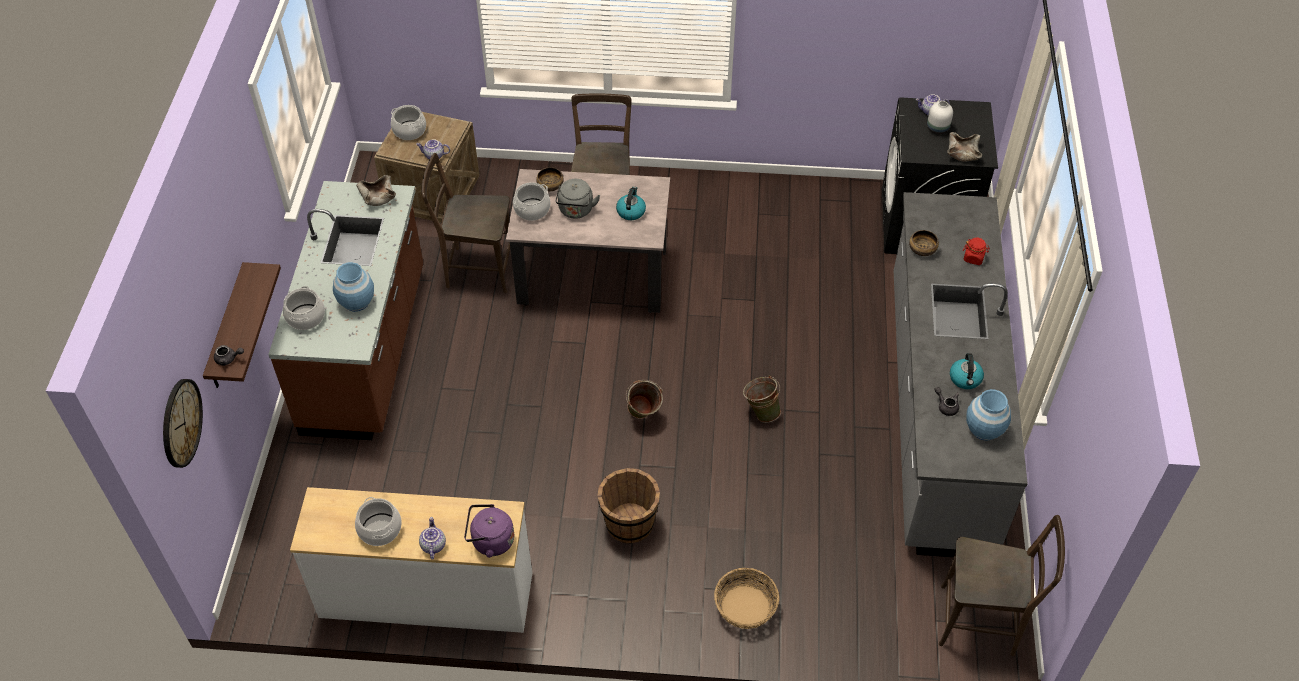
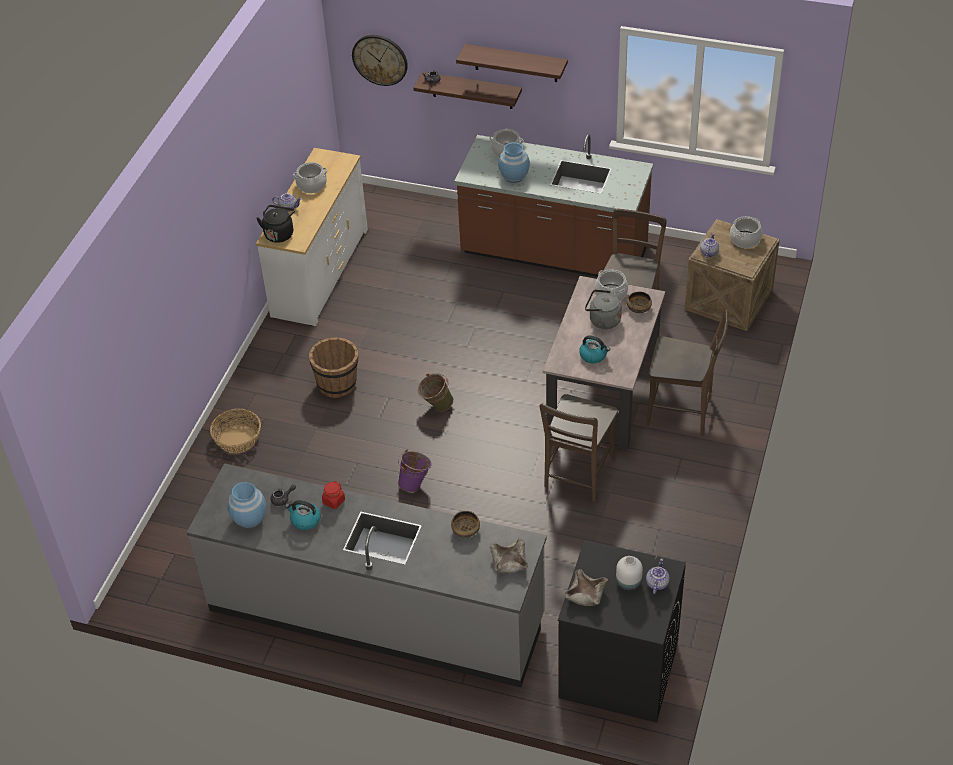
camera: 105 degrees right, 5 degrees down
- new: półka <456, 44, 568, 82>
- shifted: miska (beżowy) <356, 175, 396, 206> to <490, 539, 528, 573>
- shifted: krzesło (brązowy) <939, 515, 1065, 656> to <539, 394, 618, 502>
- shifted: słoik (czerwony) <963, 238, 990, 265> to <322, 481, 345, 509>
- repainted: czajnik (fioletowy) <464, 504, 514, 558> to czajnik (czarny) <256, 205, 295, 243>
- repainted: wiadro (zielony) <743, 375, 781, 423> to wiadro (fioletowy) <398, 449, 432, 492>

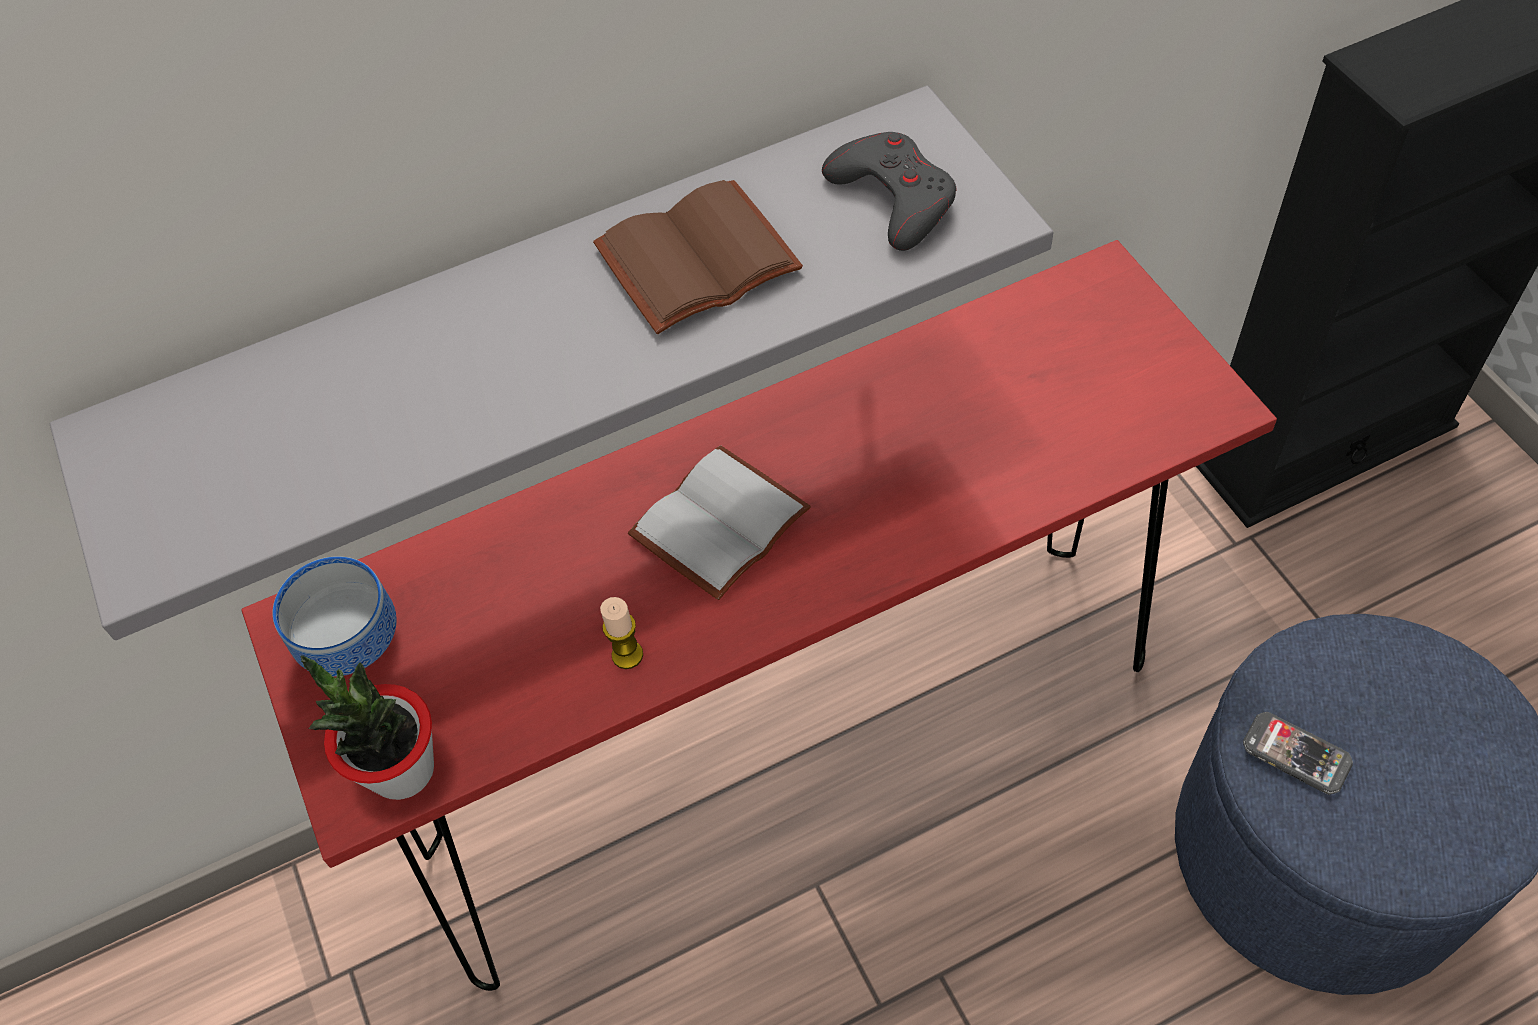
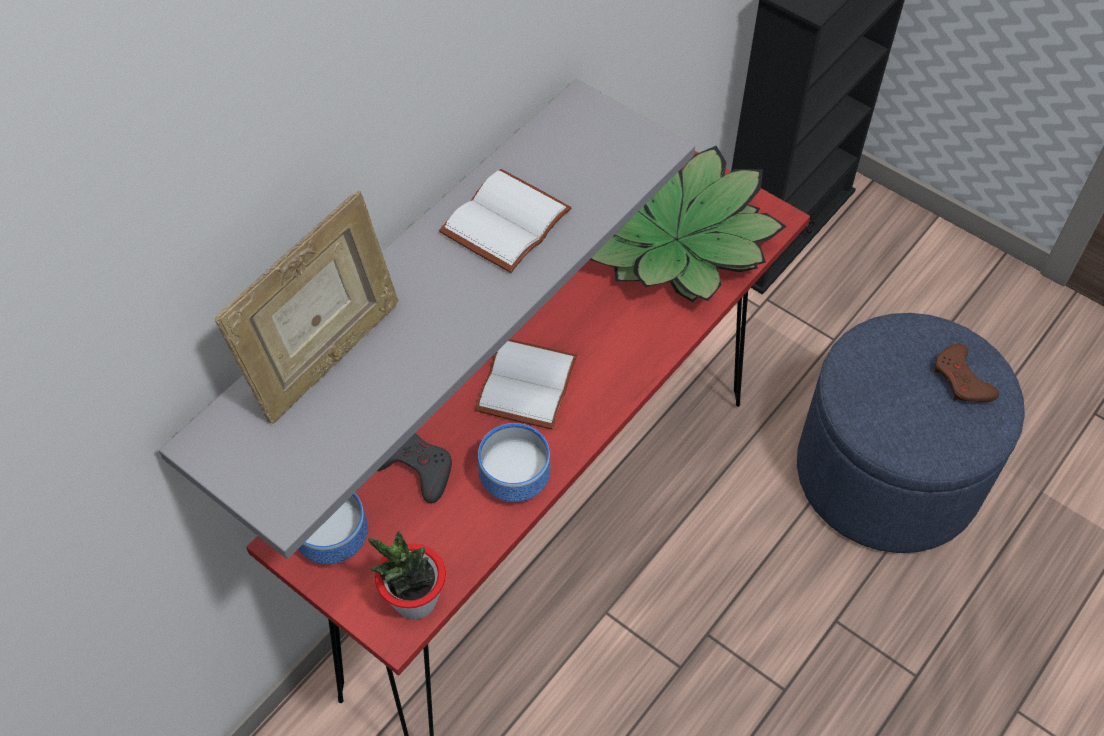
camera: 30 degrees left, 0 degrees up
- gone: telefon <1243, 712, 1353, 795>
- new: ramka na zdjęcie <215, 190, 398, 424>
- new: roślina doniczkowa <590, 146, 787, 302>
- new: pad do gier (brązowy) <934, 344, 999, 402>
- shifted: pad do gier (szary) <822, 132, 957, 251> to <377, 433, 452, 503>
- swapped: świeca <600, 597, 643, 669> to miska <478, 423, 551, 502>
- repainted: książka (brązowy) <593, 180, 803, 334> to książka (biały) <439, 169, 571, 273>

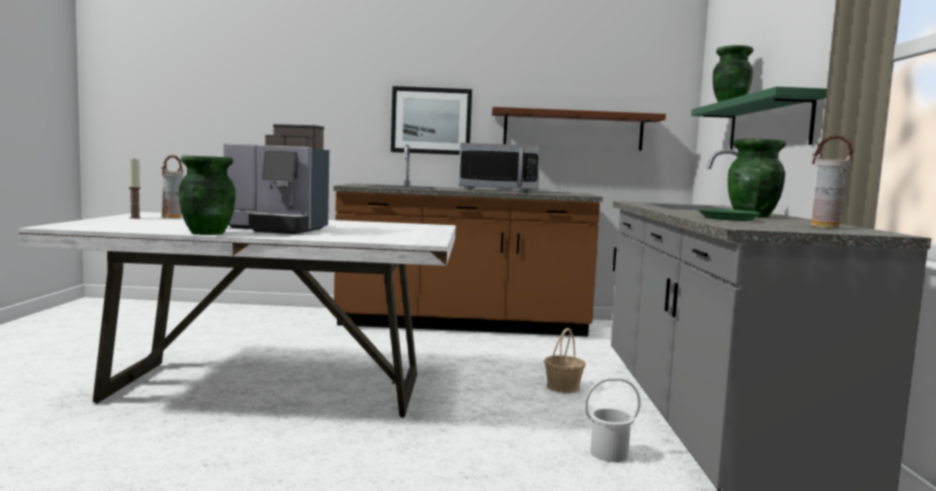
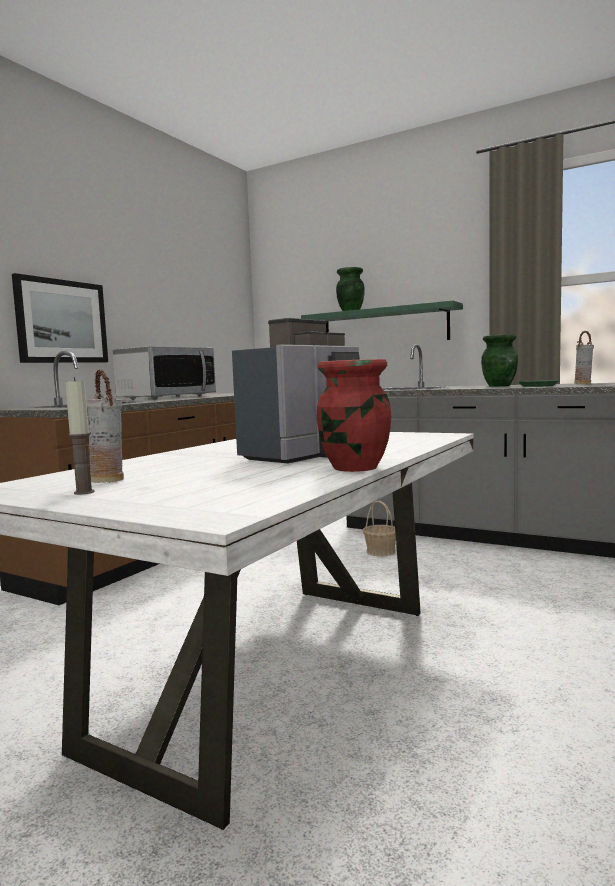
camera: 60 degrees left, 0 degrees up
- gone: półka (brązowy) <492, 107, 666, 151>
- gone: wiadro (biały) <585, 378, 640, 462>
- repainted: wazon (zielony) <179, 155, 236, 235> to wazon (czerwony) <317, 359, 391, 472>

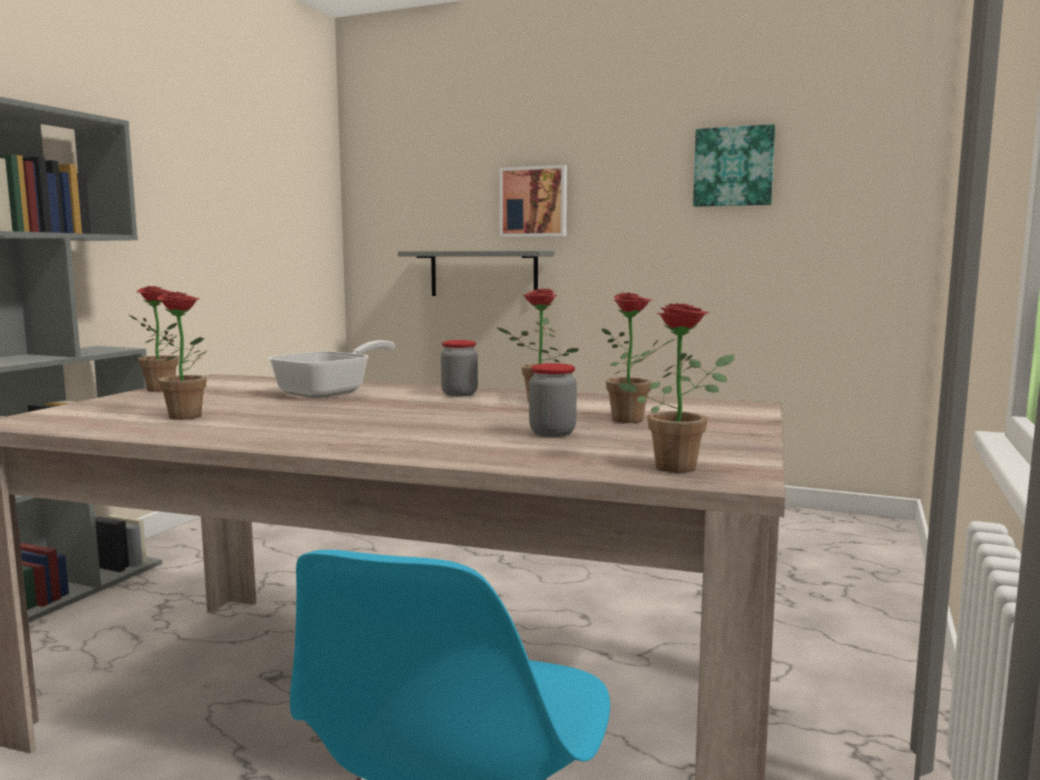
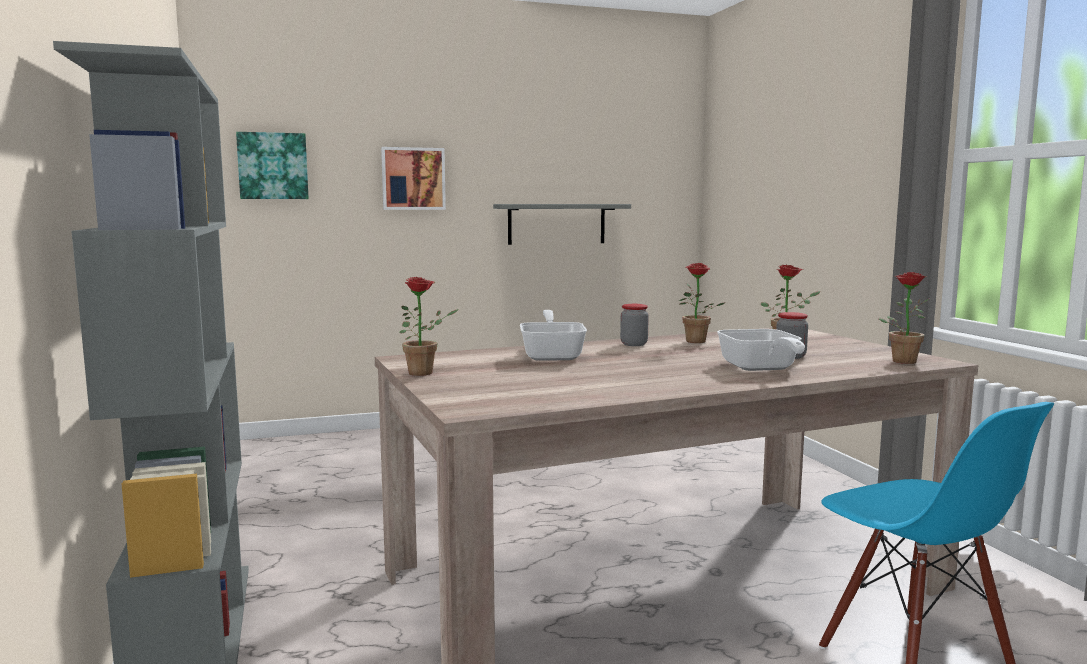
camera: 40 degrees left, 0 degrees up
- gone: roślina doniczkowa <149, 292, 208, 420>
- new: patelnia <717, 329, 805, 371>
- shifted: półka (szary) <398, 251, 554, 296> to <493, 204, 631, 245>
- shifted: obraz <693, 124, 775, 207> to <236, 132, 309, 199>

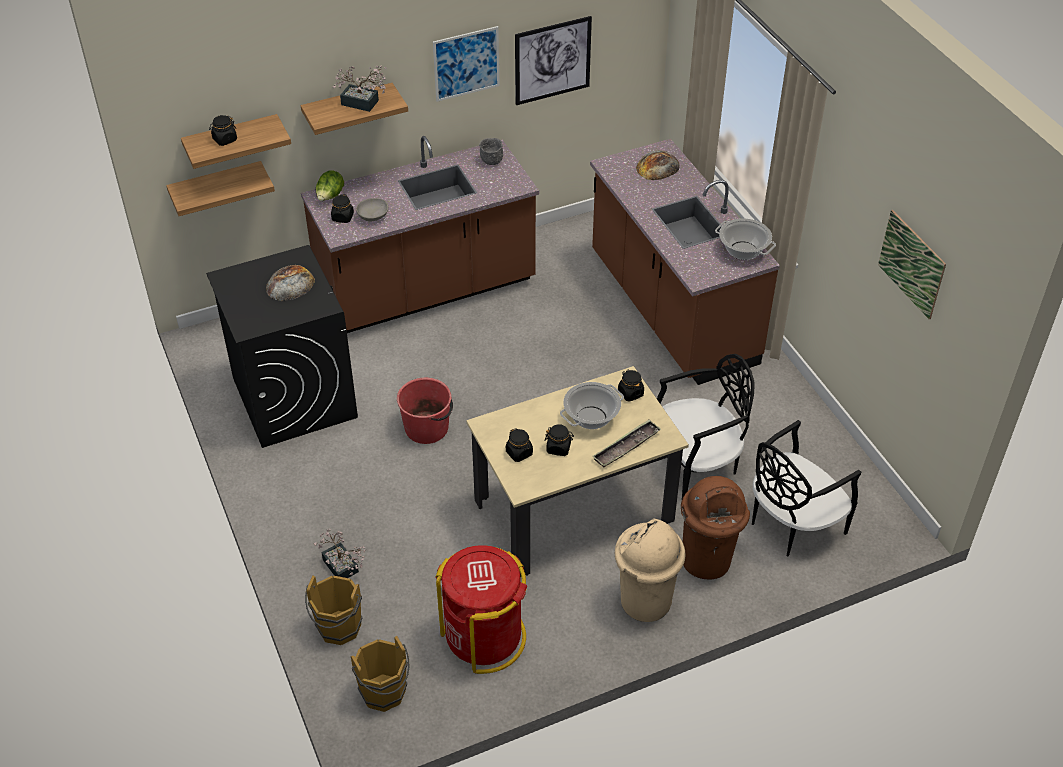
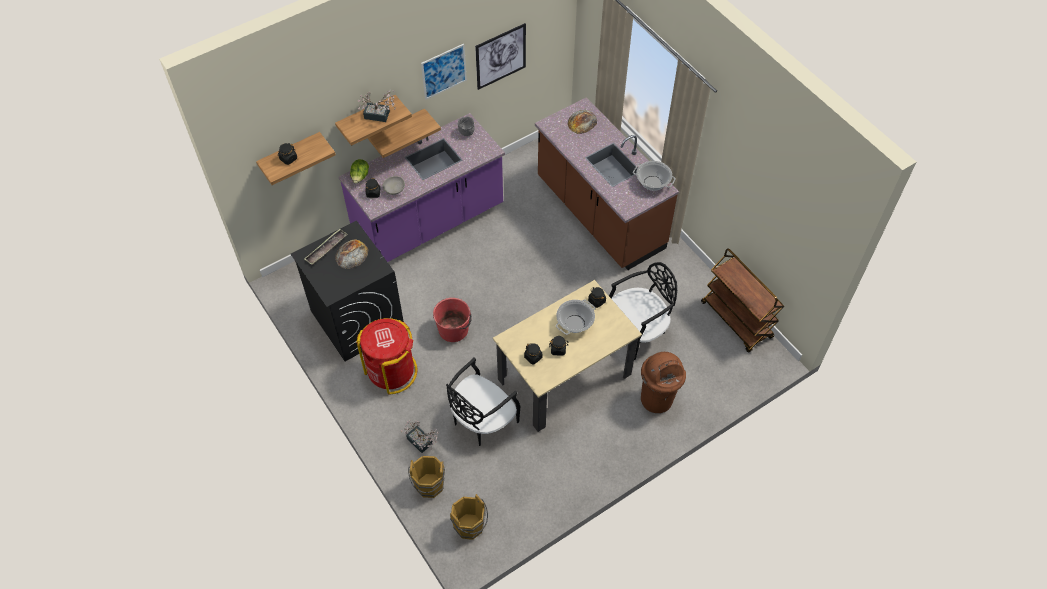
camera: 10 degrees left, 10 degrees up
- gone: kosz na śmieci (beżowy) <615, 519, 685, 622>
- gone: obraz <878, 210, 946, 319>
- new: wózek (brązowy) <701, 248, 784, 352>
- shifted: półka <166, 161, 275, 216> to <368, 109, 441, 158>
- shifted: kosz na śmieci (czerwony) <435, 545, 527, 674> to <356, 318, 417, 394>
- shifted: taca <592, 420, 661, 468> to <304, 229, 348, 265>
- shifted: krzesło (czarny) <752, 420, 861, 556> to <446, 357, 520, 446>
- repainted: zabudowa kuchenna (brązowy) <301, 136, 539, 333> to zabudowa kuchenna (fioletowy) <339, 113, 505, 262>

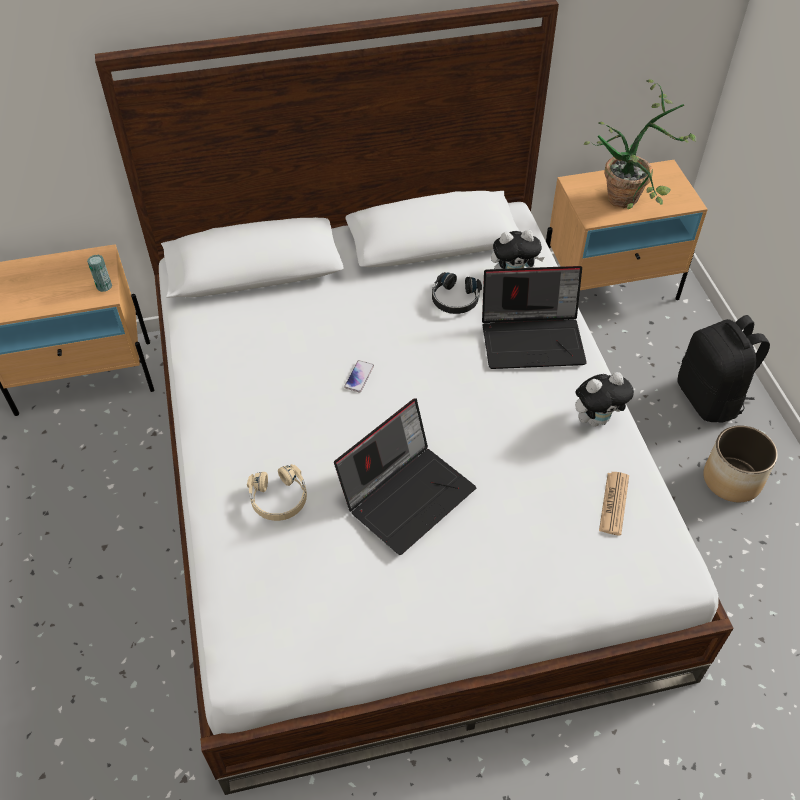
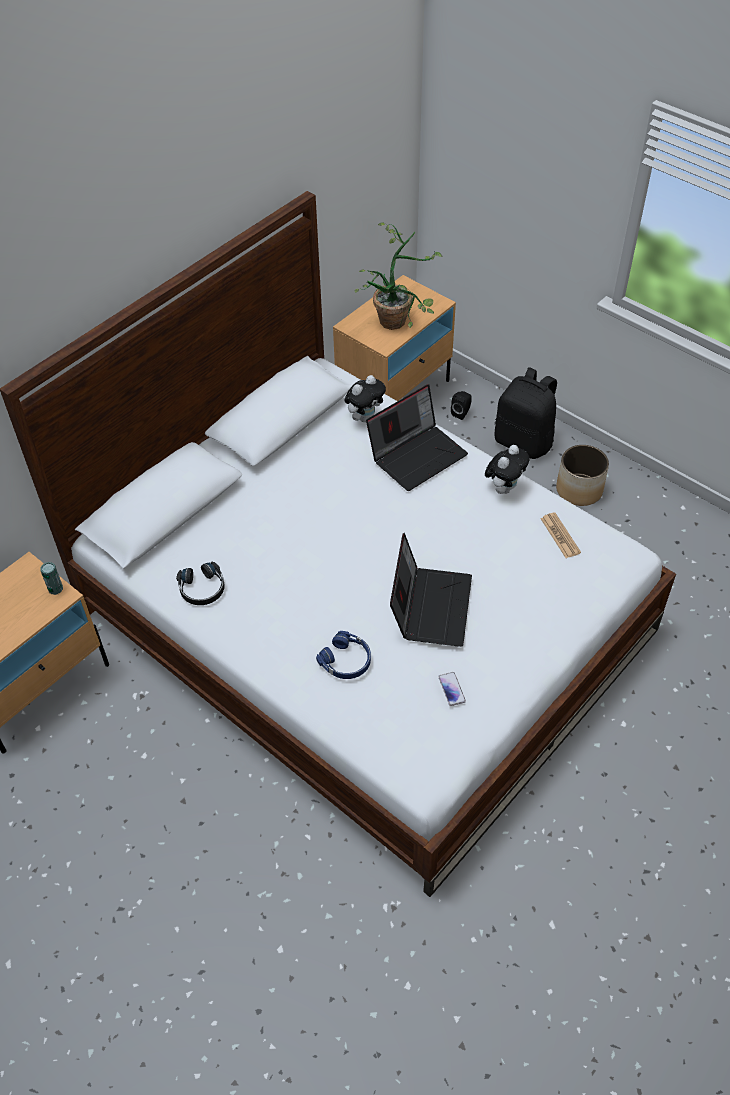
camera: 35 degrees left, 0 degrees up
- new: głośnik (czarny) <451, 391, 472, 420>
- shifted: telefon <344, 360, 374, 392> to <438, 672, 466, 706>
- shifted: słuchawki (czarny) <432, 272, 482, 314> to <176, 562, 225, 605>
- repainted: słuchawki (beżowy) <247, 464, 307, 521> to słuchawki (niebieski) <316, 631, 371, 679>

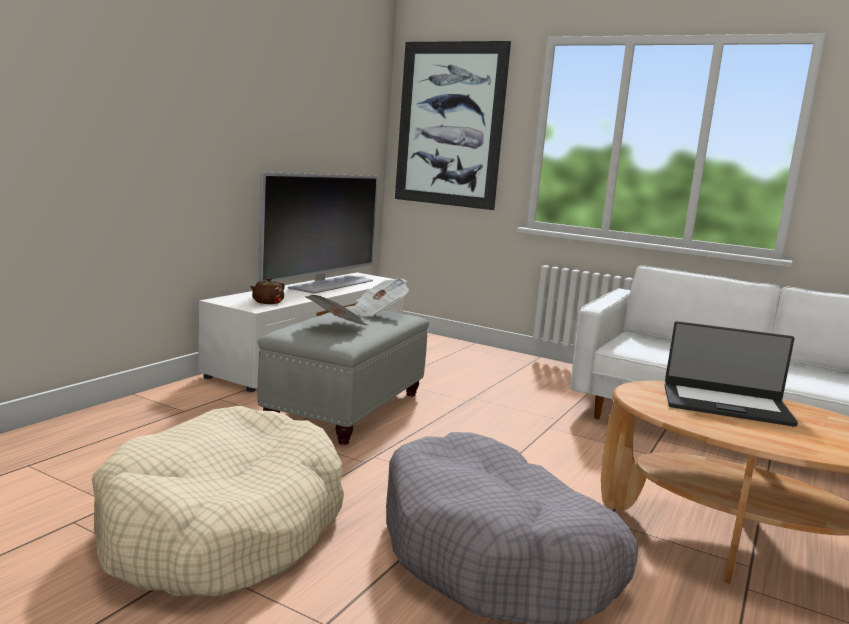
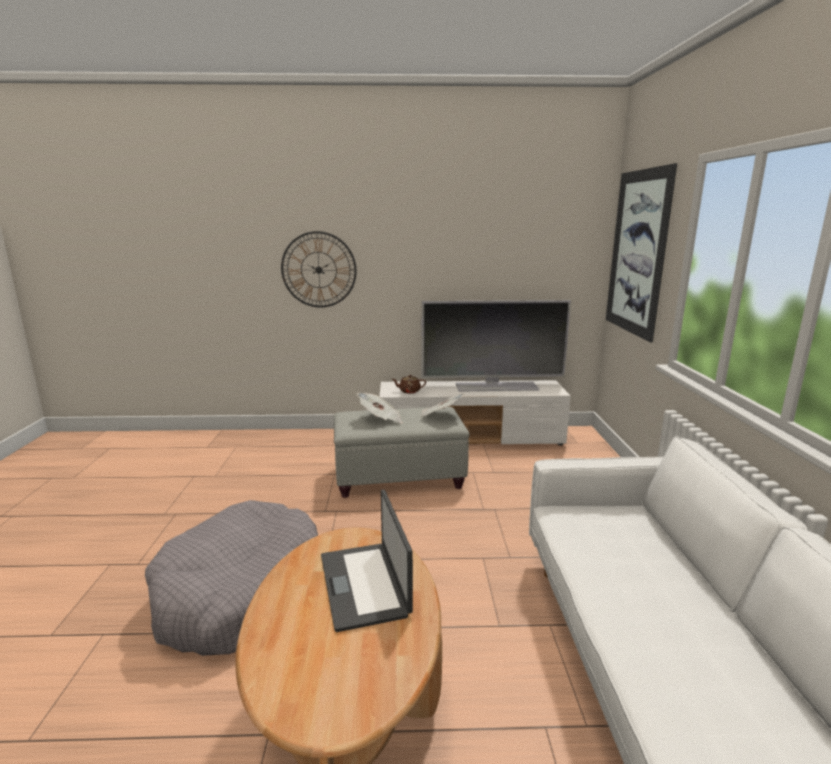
camera: 60 degrees right, 5 degrees up
- gone: legowisko (beżowy) <92, 406, 344, 596>
- new: zegar ścienny <281, 231, 357, 308>

